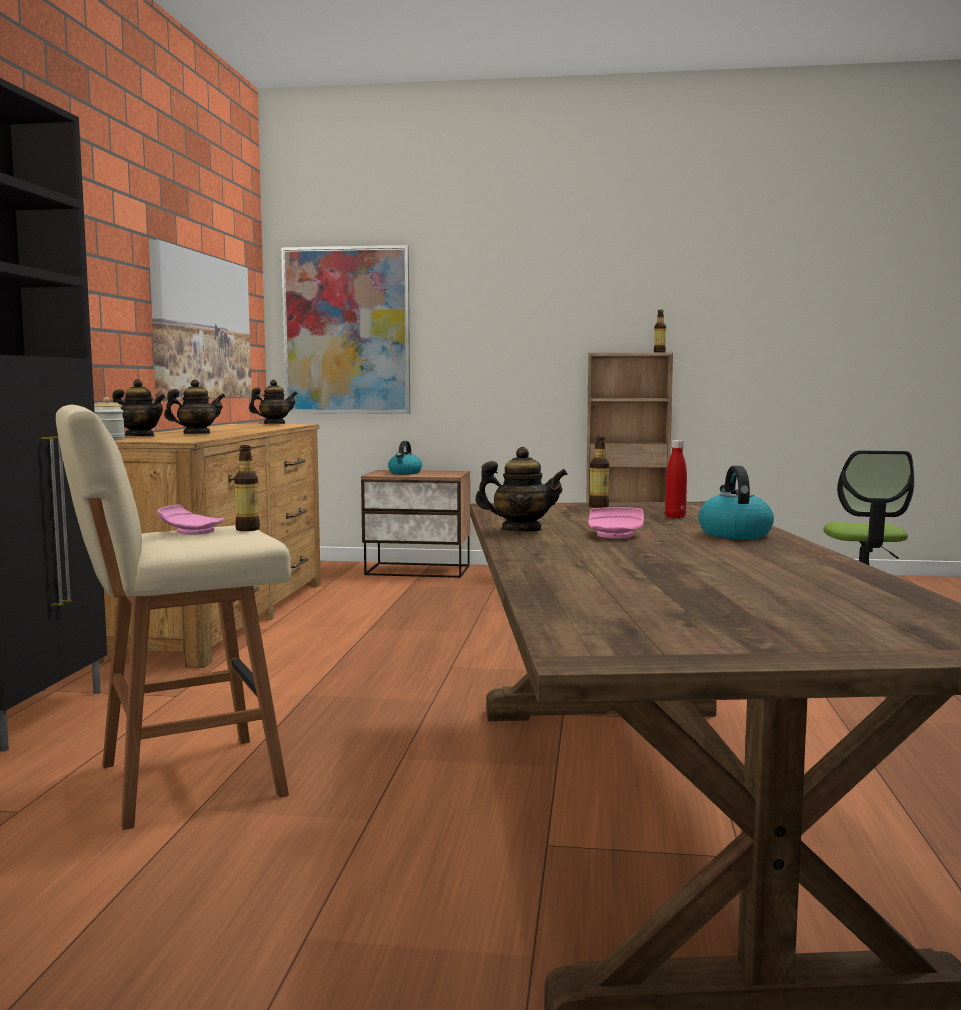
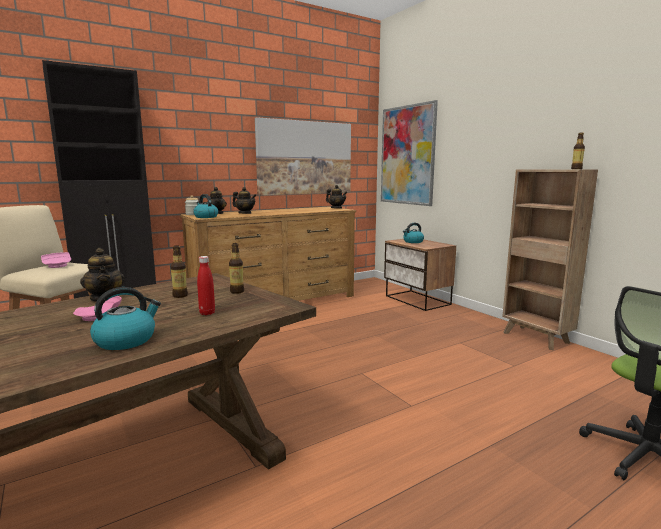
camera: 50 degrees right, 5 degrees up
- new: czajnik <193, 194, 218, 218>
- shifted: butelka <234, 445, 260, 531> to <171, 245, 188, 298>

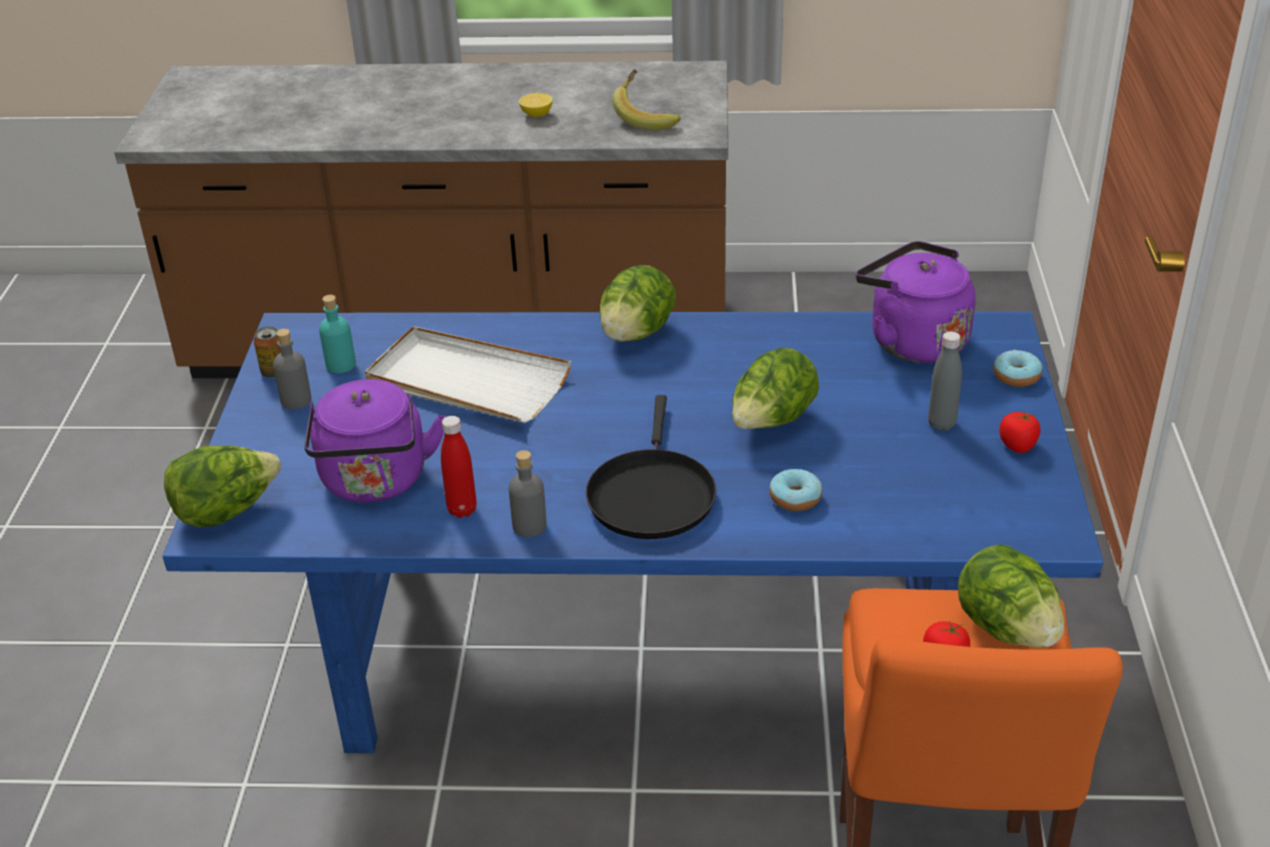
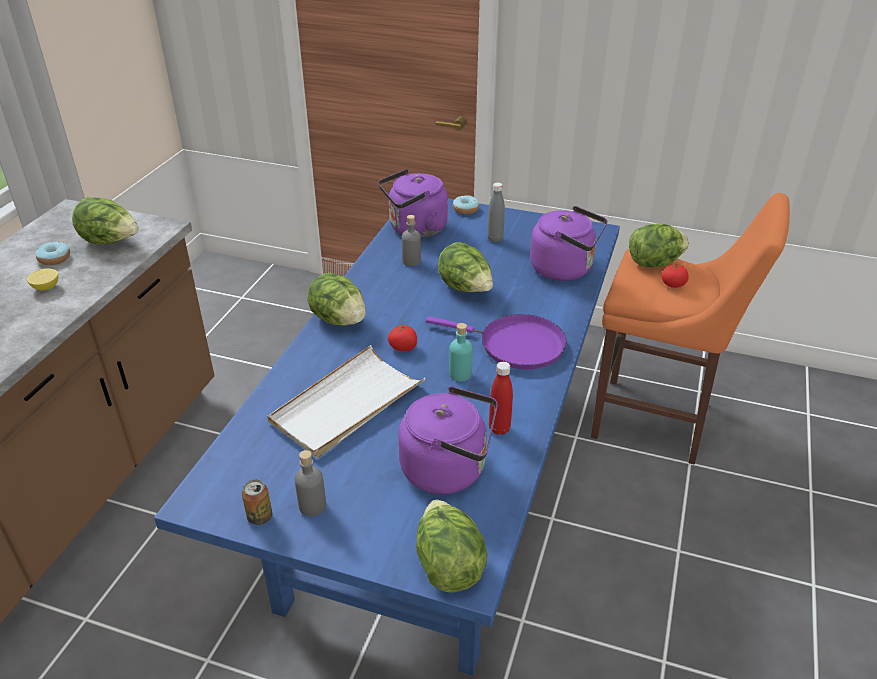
camera: 75 degrees left, 0 degrees up
- new: czajnik (fioletowy) <530, 206, 608, 281>
- shifted: butelka (turkusowy) <319, 295, 356, 373> to <449, 323, 473, 382>
- shifted: butelka (szary) <509, 450, 547, 537> to <402, 215, 421, 266>
- shifted: donut <769, 469, 822, 511> to <35, 242, 70, 265>
- shifted: pomidor <999, 411, 1040, 453> to <388, 324, 417, 351>
- swapped: banan <612, 69, 681, 130> to sałata <72, 197, 139, 244>
- repainted: patelnia (czarny) <586, 395, 716, 539> to patelnia (fioletowy) <426, 314, 567, 370>

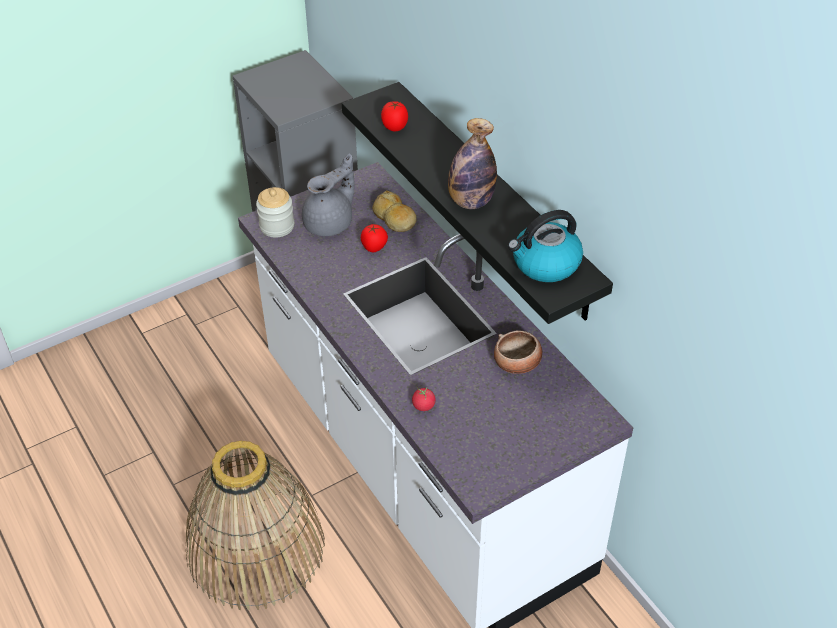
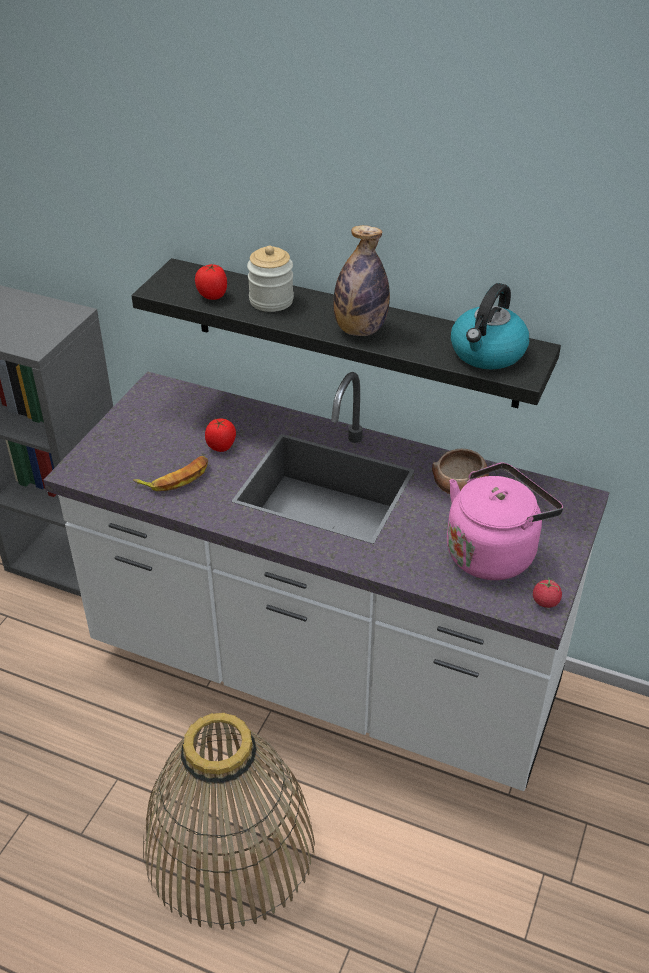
camera: 35 degrees left, 5 degrees down
- gone: imbryk (szary) <302, 153, 355, 236>
- gone: chleb <372, 191, 417, 232>
- new: banan <133, 456, 208, 491>
- new: czajnik (różowy) <447, 462, 563, 580>
- shifted: słoik <256, 187, 294, 238> to <247, 246, 294, 312>
- shifted: pomidor <412, 388, 436, 411> to <533, 577, 562, 608>

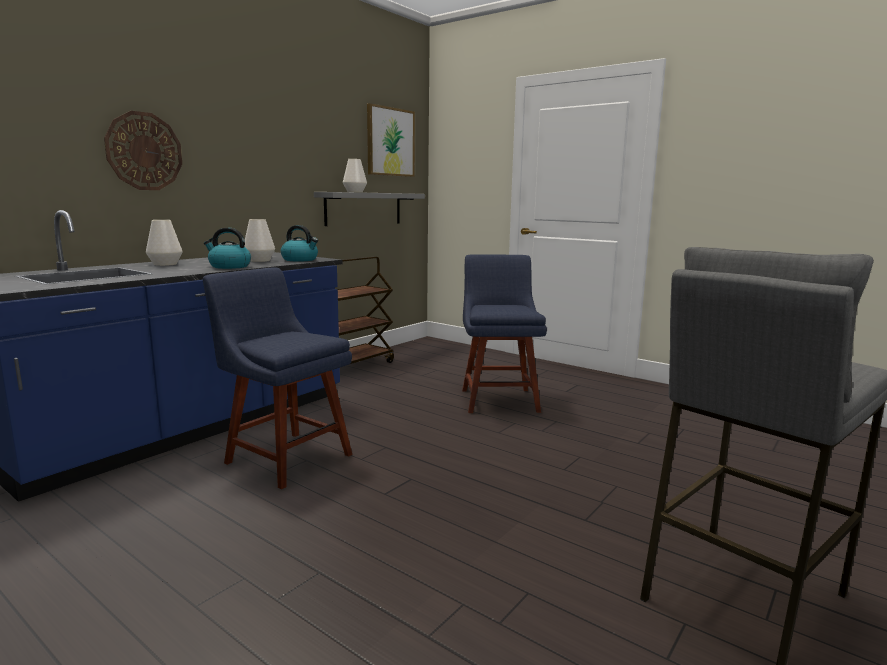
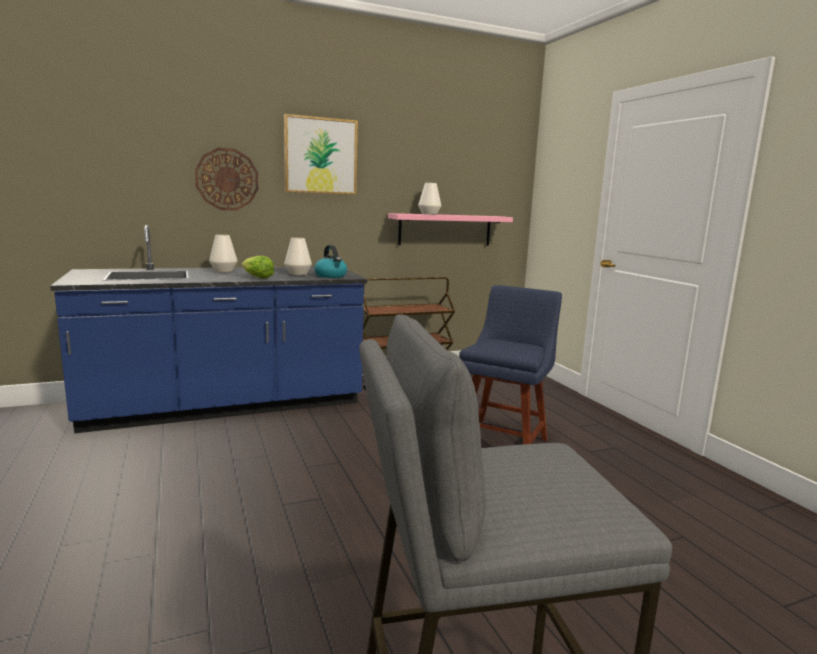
camera: 30 degrees right, 0 degrees up
- gone: krzesło (niebieski) <203, 267, 352, 489>
- shifted: obraz <367, 103, 415, 177> to <284, 114, 358, 195>
- swapped: czajnik <204, 228, 251, 269> to sałata <242, 256, 274, 279>
- repainted: półka (szary) <314, 192, 425, 226> to półka (różowy) <388, 213, 513, 246>

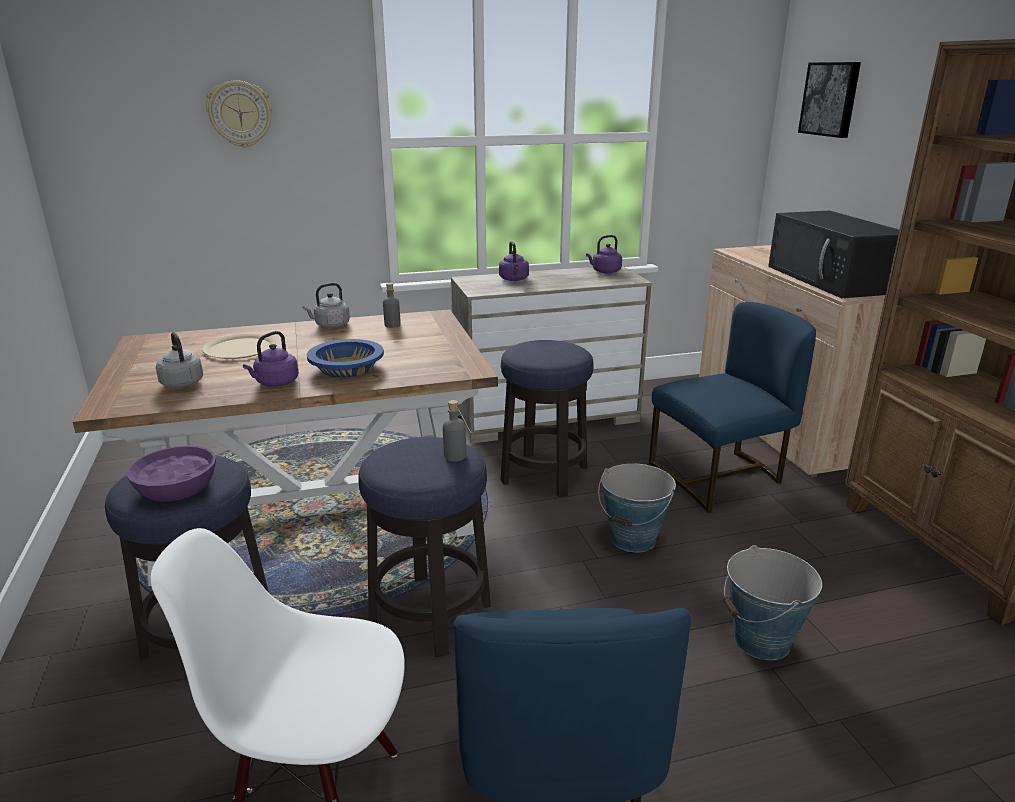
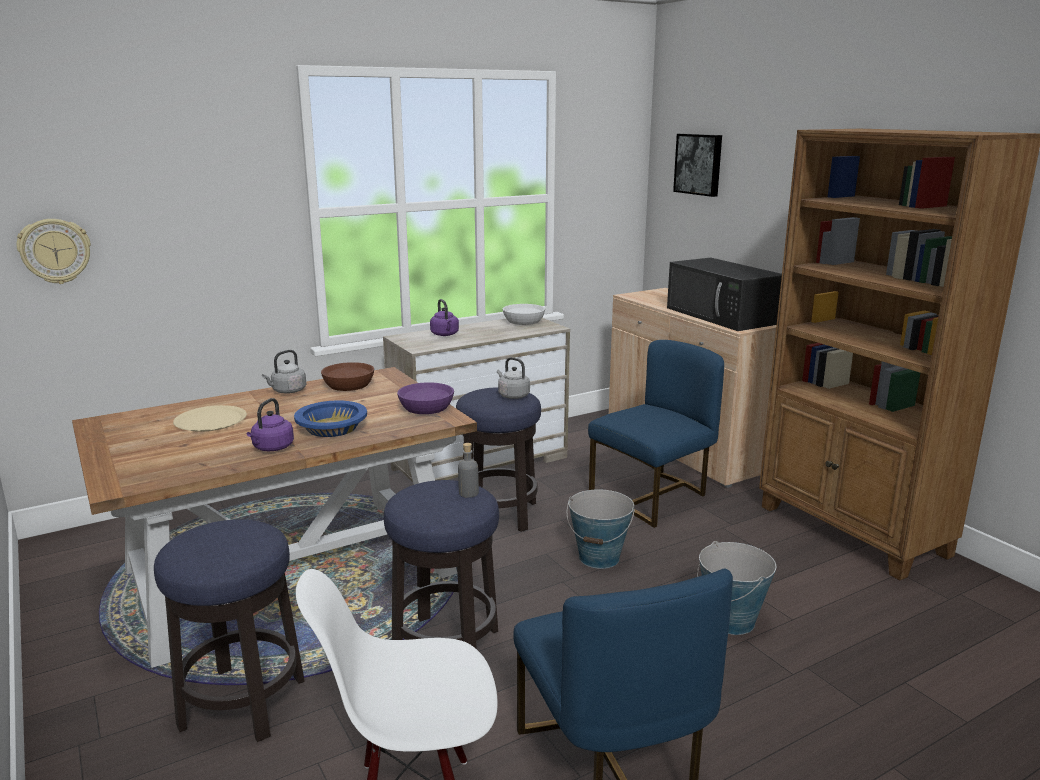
camera: 15 degrees left, 5 degrees down
- shifted: miska (fioletowy) <126, 446, 216, 502> to <397, 382, 454, 414>
- shifted: czajnik (szary) <156, 332, 203, 388> to <497, 357, 530, 399>
- shifted: zegar ścienny <206, 80, 272, 148> to <17, 219, 91, 284>
- swapped: butelka (szary) <383, 283, 401, 328> to miska (brązowy) <321, 362, 374, 391>
- swapped: czajnik (fioletowy) <586, 235, 622, 273> to miska (biały) <503, 304, 545, 325>

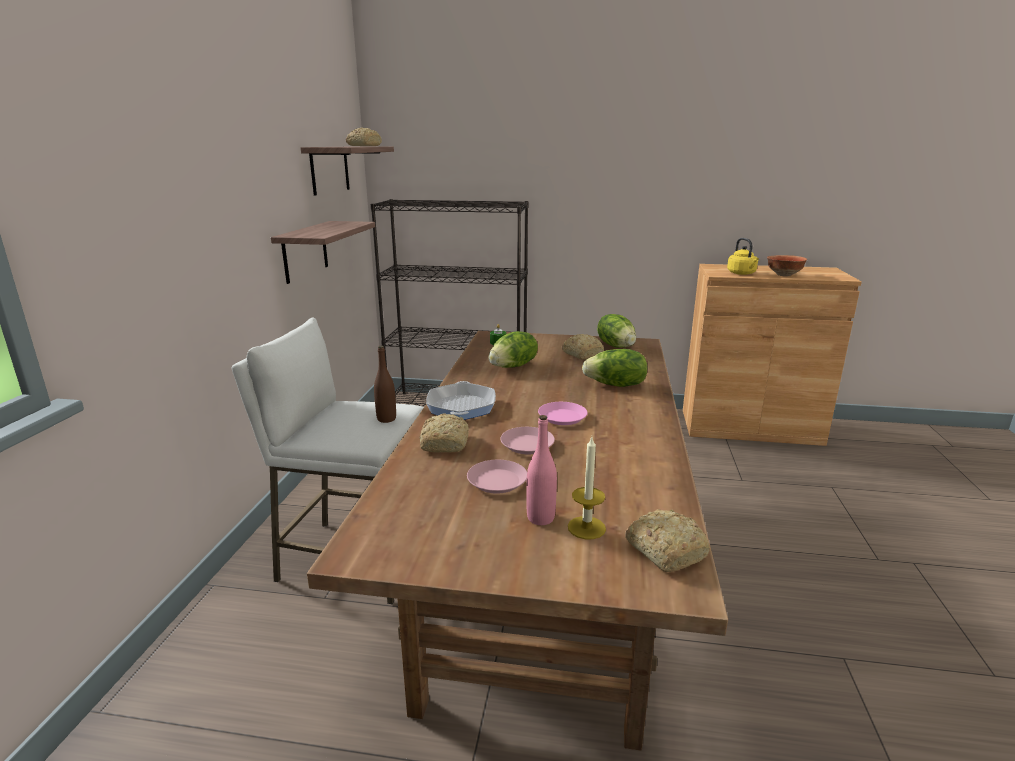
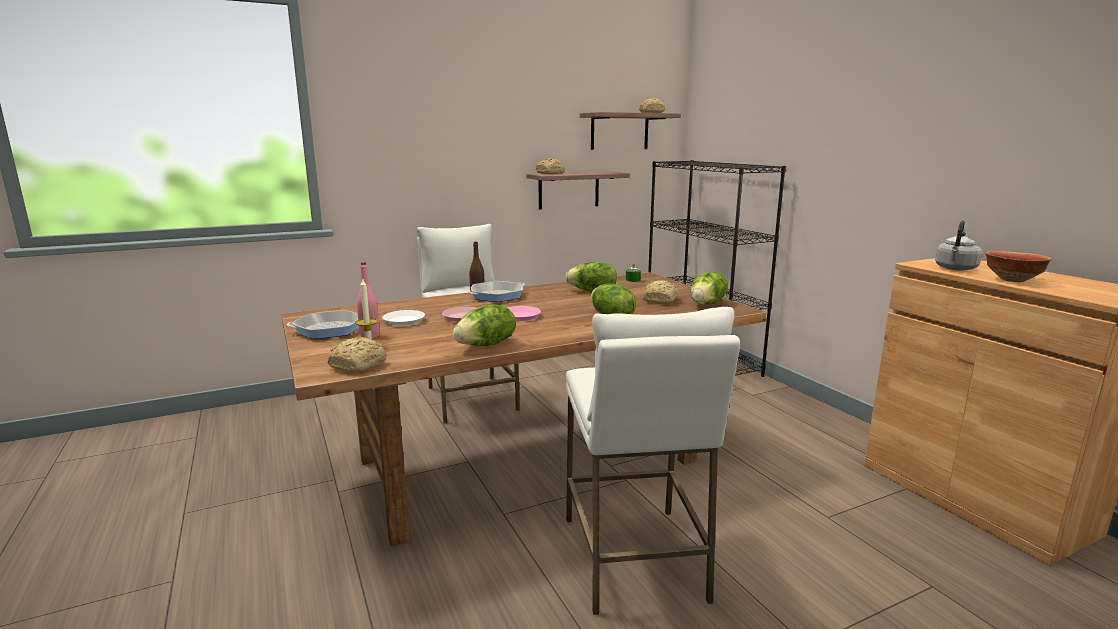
camera: 55 degrees right, 5 degrees down
- new: patelnia <287, 310, 359, 339>
- new: sałata <453, 304, 516, 346>
- new: stołek (biały) <566, 307, 740, 615>
- shifted: chleb <419, 413, 469, 452> to <536, 158, 565, 174>
- repainted: talerz (różowy) <467, 460, 527, 493> to talerz (biały) <382, 310, 425, 326>
- repainted: czajnik (żółty) <727, 238, 759, 275> to czajnik (szary) <935, 220, 982, 271>

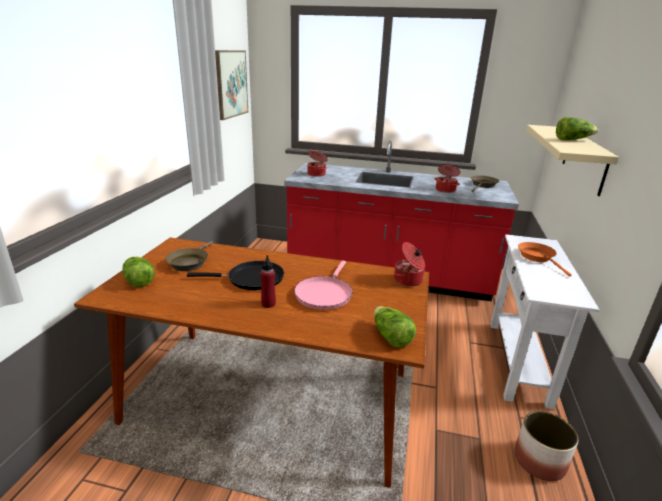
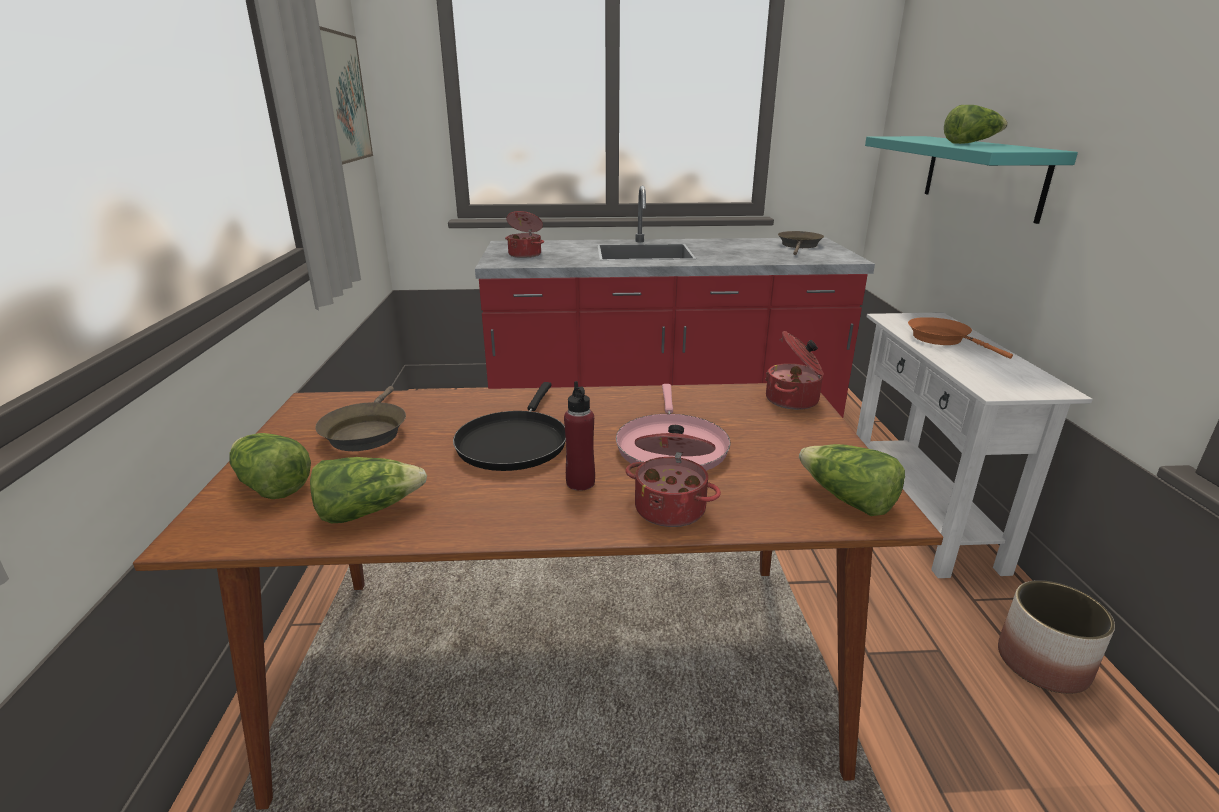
camera: 15 degrees left, 0 degrees up
- new: sałata <310, 457, 427, 523>
- shifted: garnek <434, 165, 460, 193> to <626, 425, 721, 527>
- repainted: półka (beżowy) <526, 125, 619, 196> to półka (turkusowy) <865, 136, 1078, 224>
- rotated: patelnia (czarny) <187, 261, 284, 290> = <453, 382, 566, 471> 120 degrees clockwise

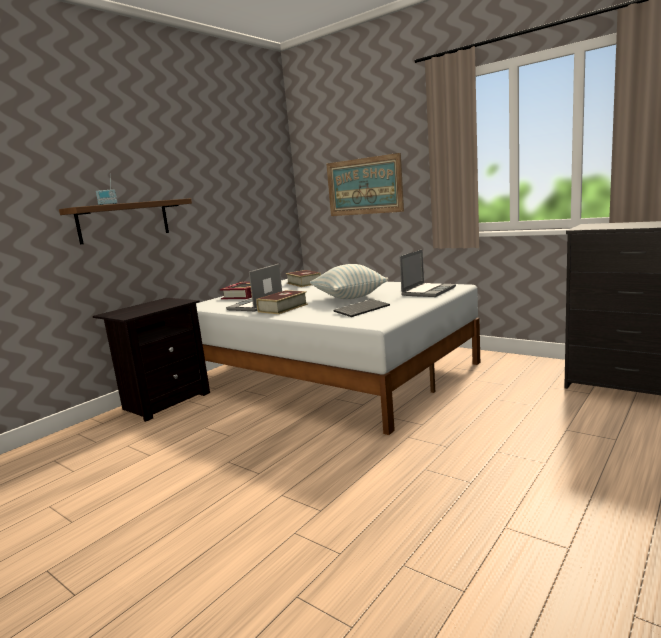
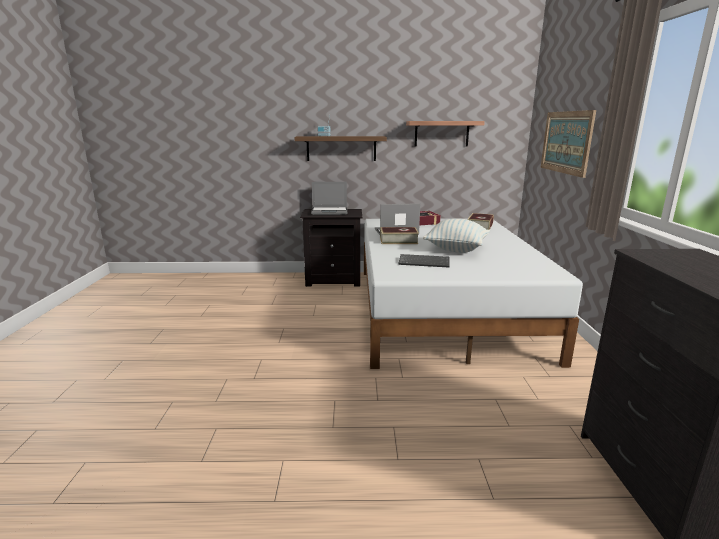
camera: 50 degrees right, 5 degrees up
- new: półka <406, 121, 485, 146>
- shifted: laptop <399, 249, 456, 297> to <311, 182, 347, 215>

